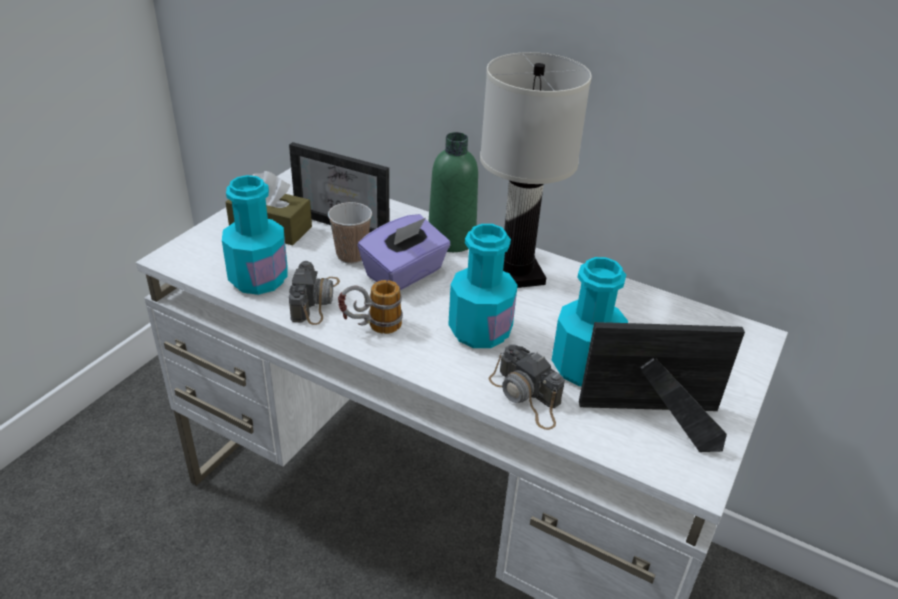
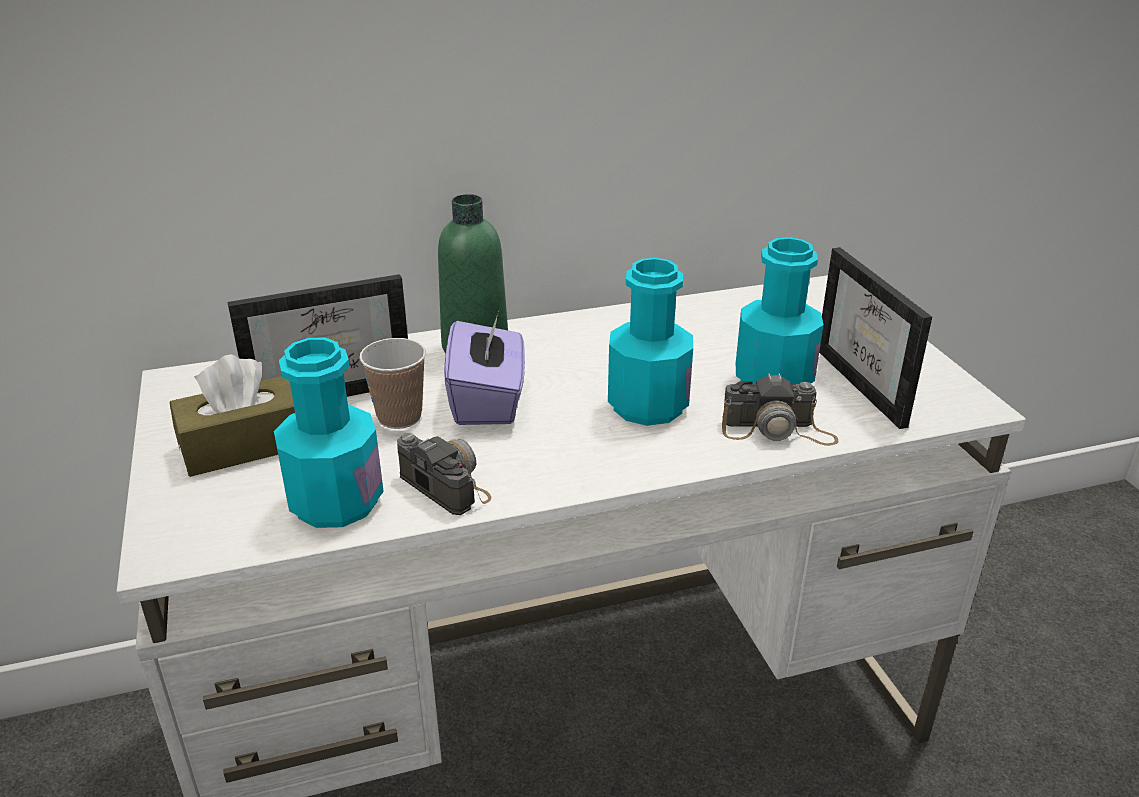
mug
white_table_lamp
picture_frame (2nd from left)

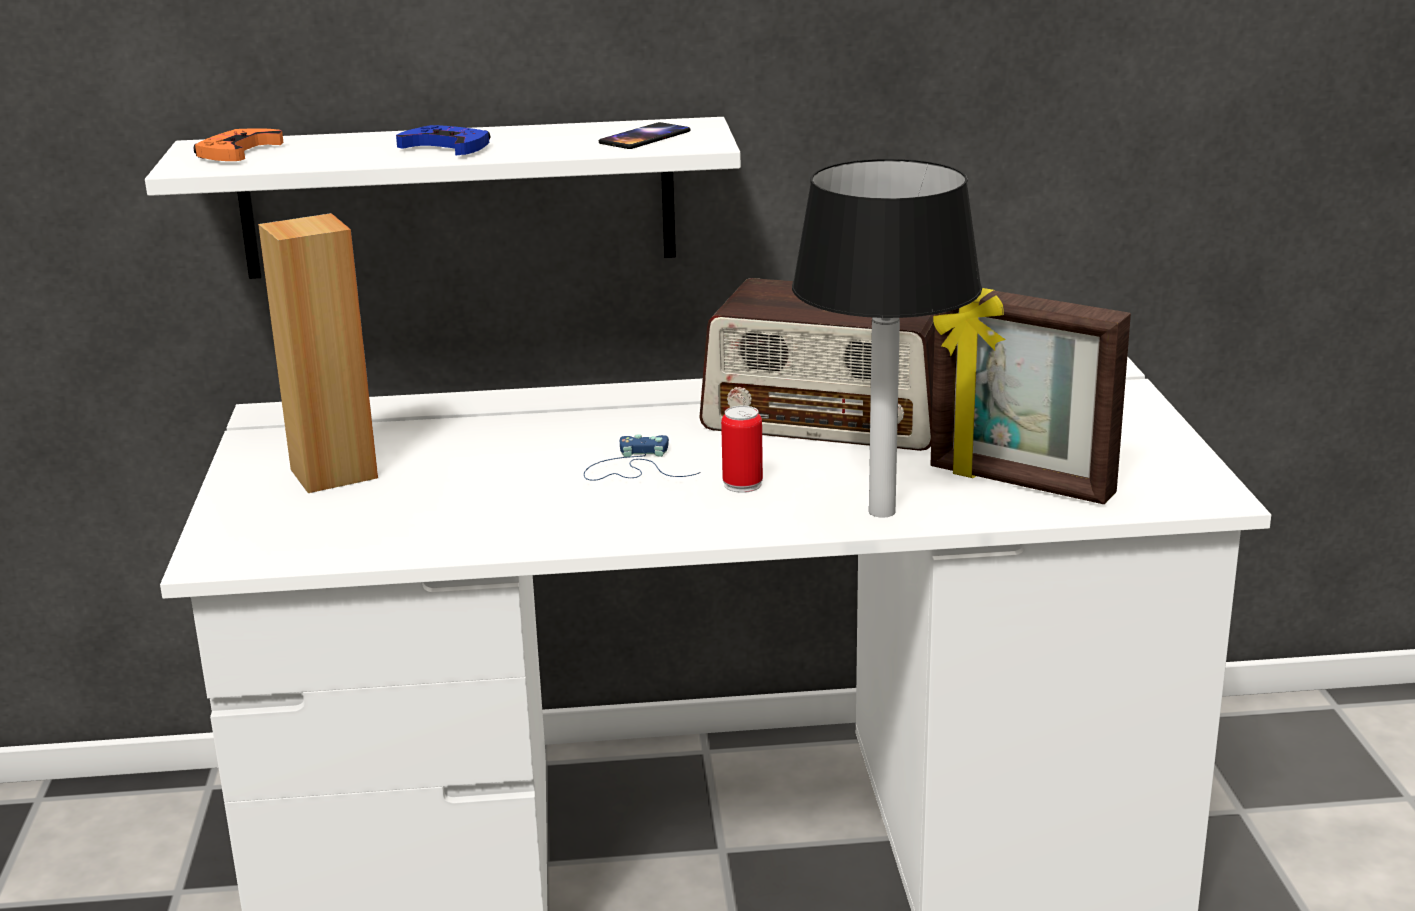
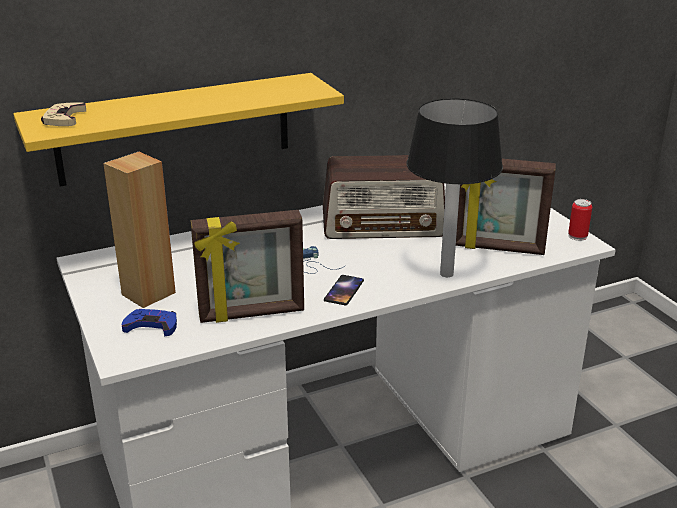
yellow_shelf
beige_game_controller
blue_game_controller (1st from left)
phone
can
picture_frame (1st from left)

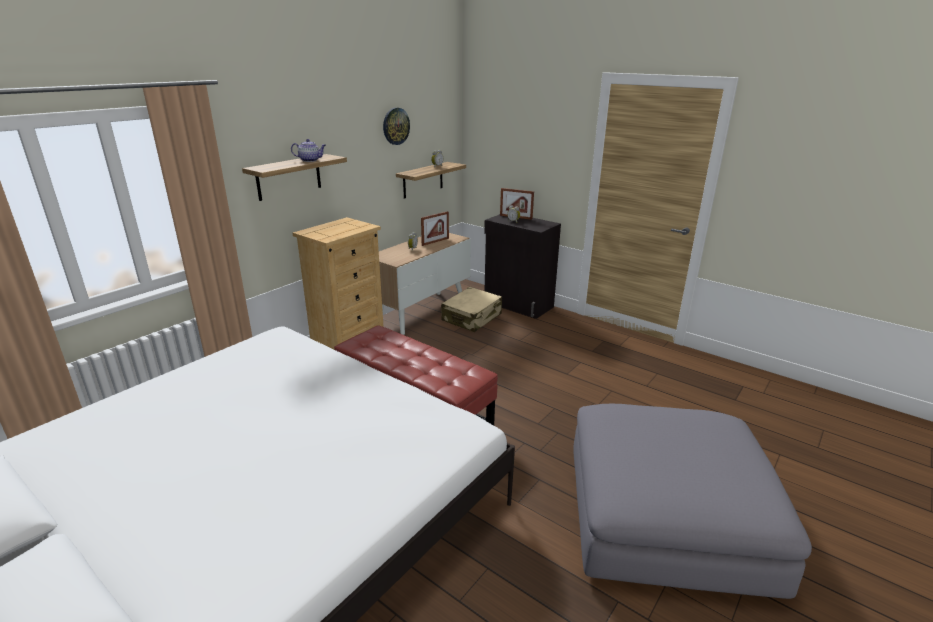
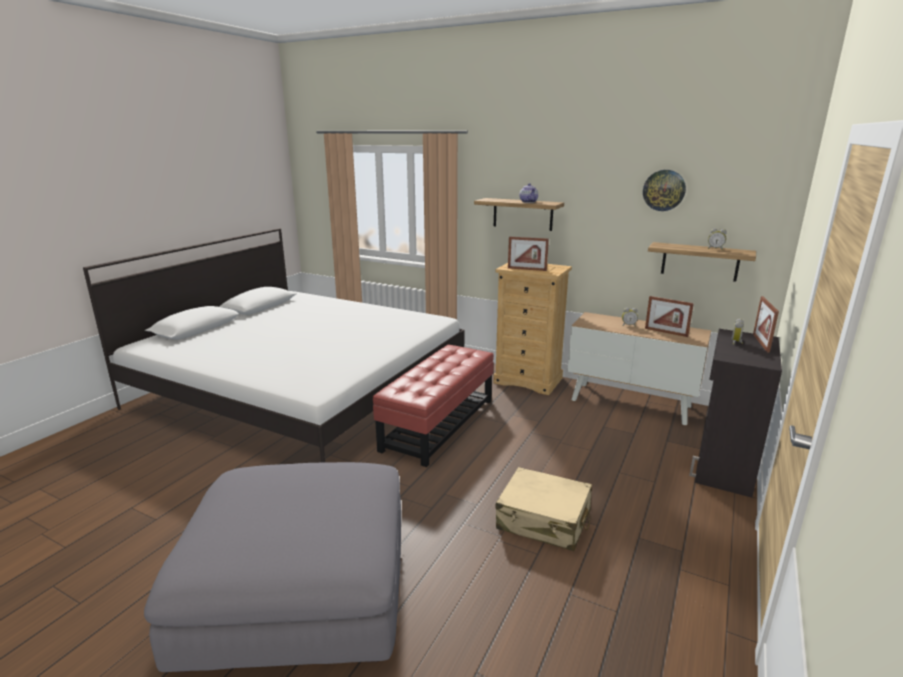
beige_suitcase
picture_frame (1st from left)

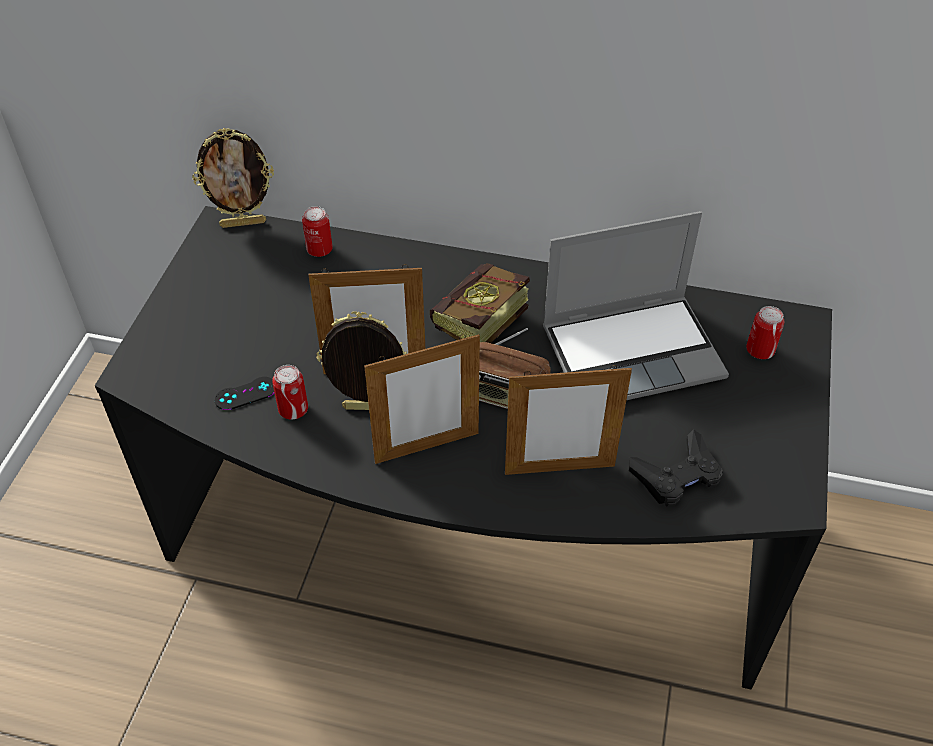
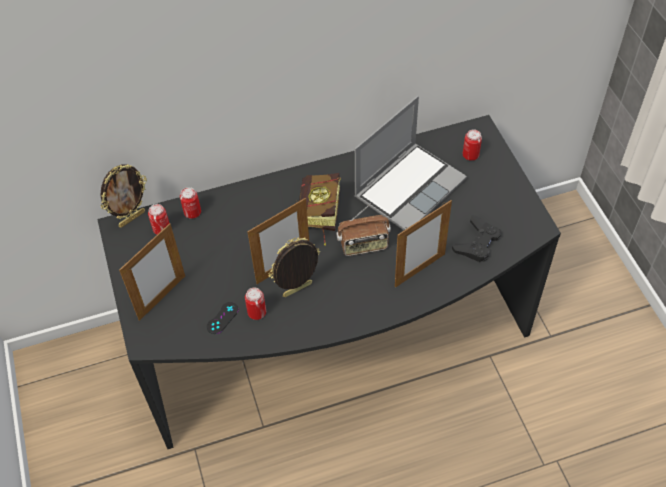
picture_frame (2nd from left)
can (1st from left)

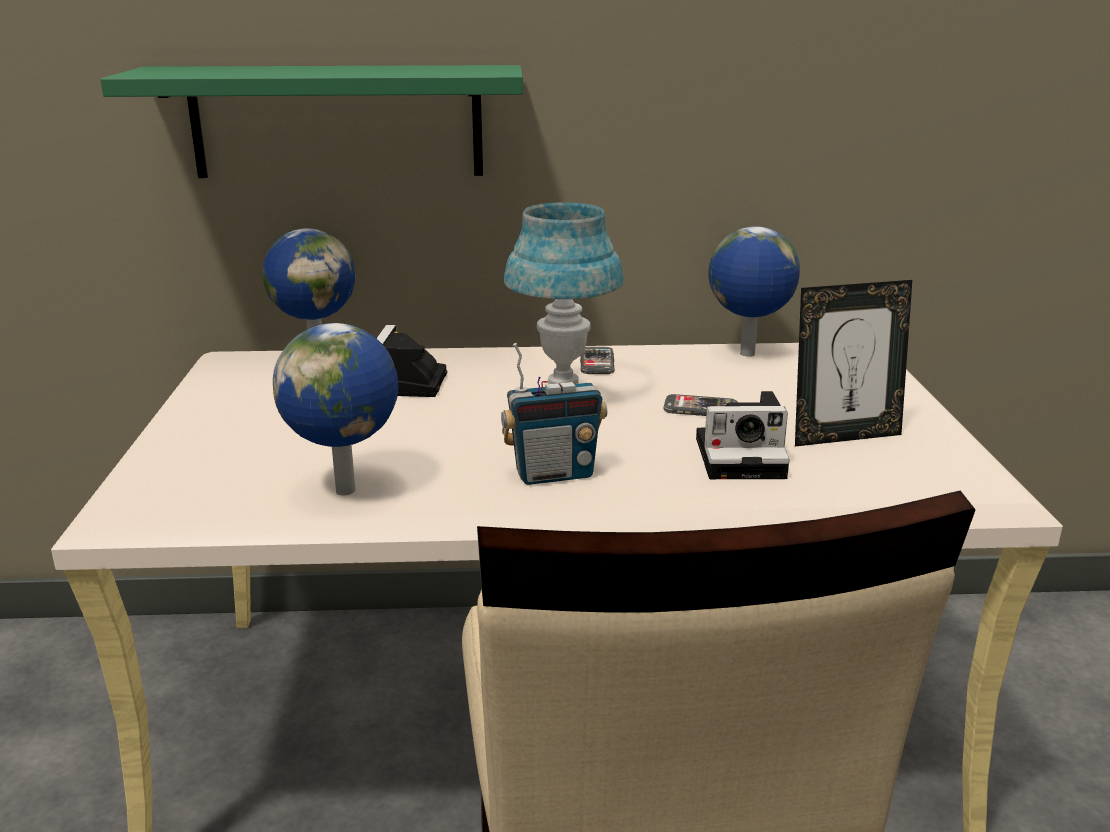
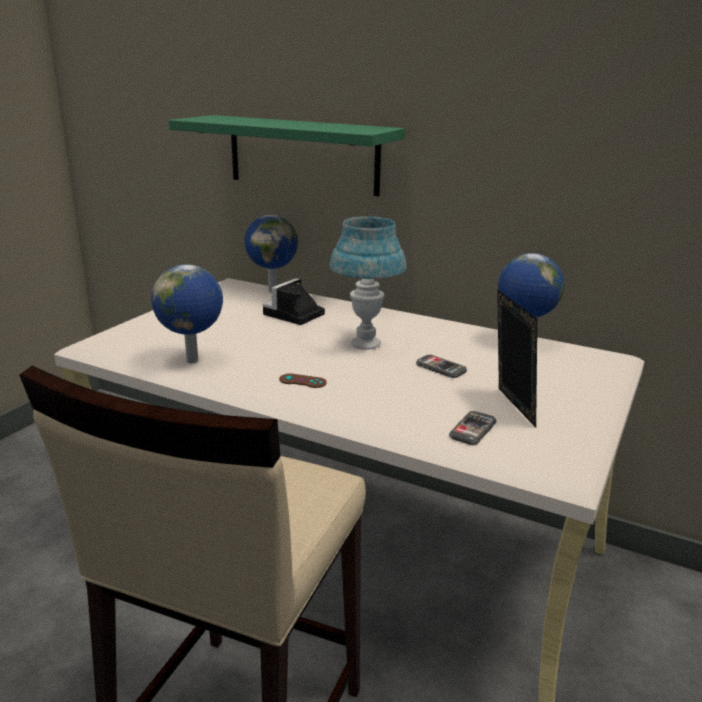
brown_game_controller
phone (2nd from left)
photo_camera (2nd from left in the first image)
picture_frame

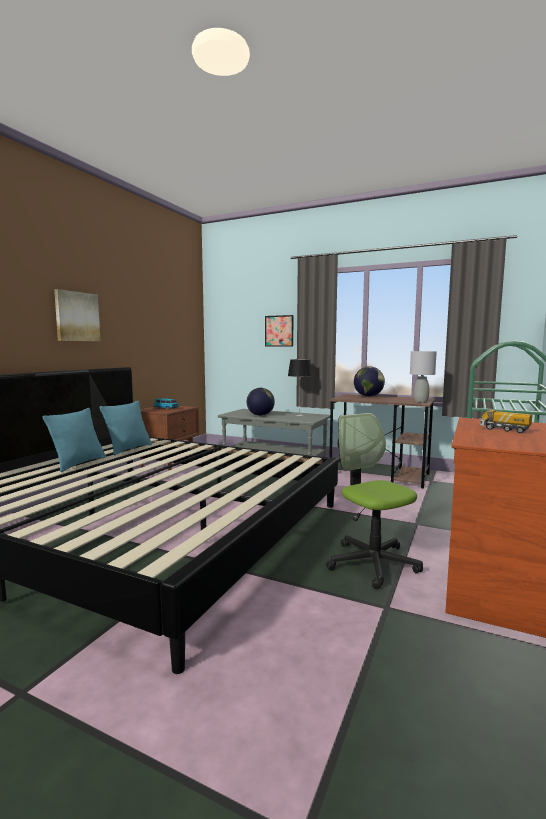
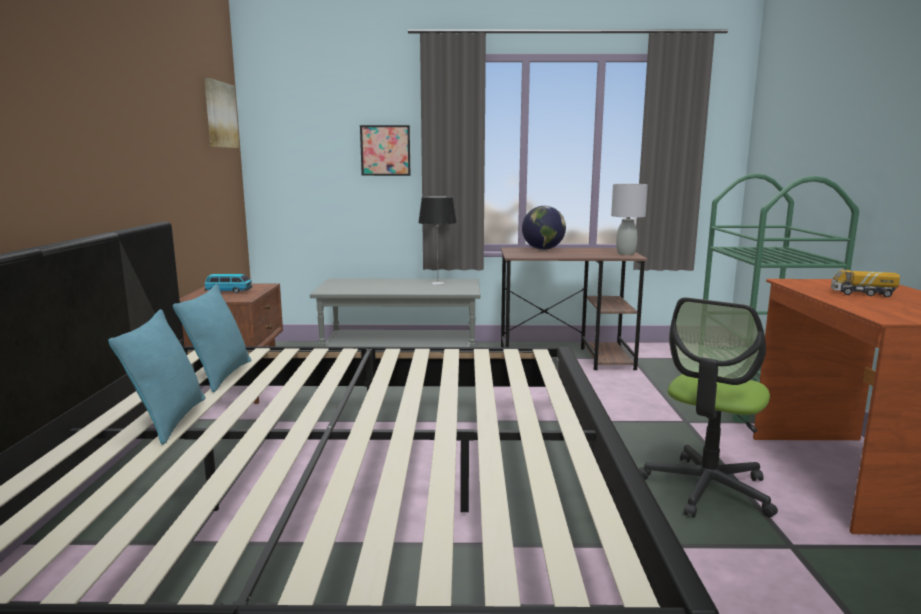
picture (1st from left)
globe (1st from left in the first image)
office_chair

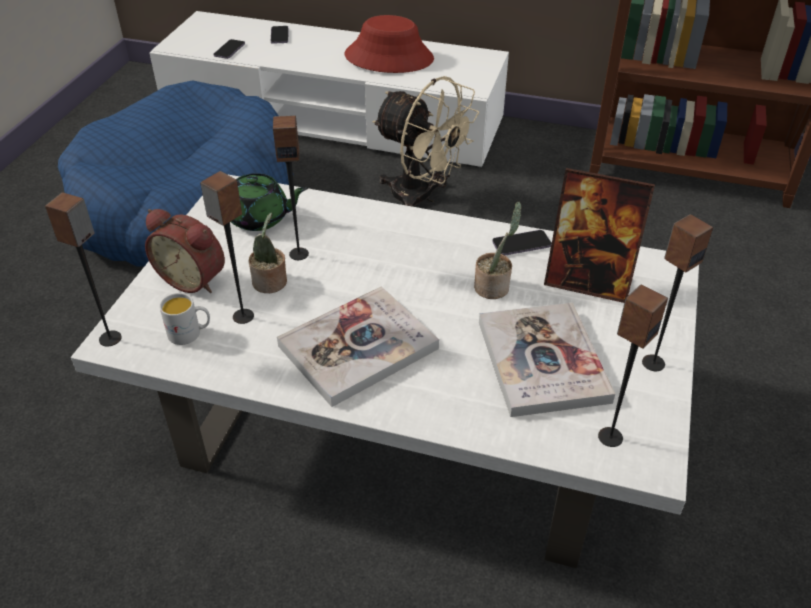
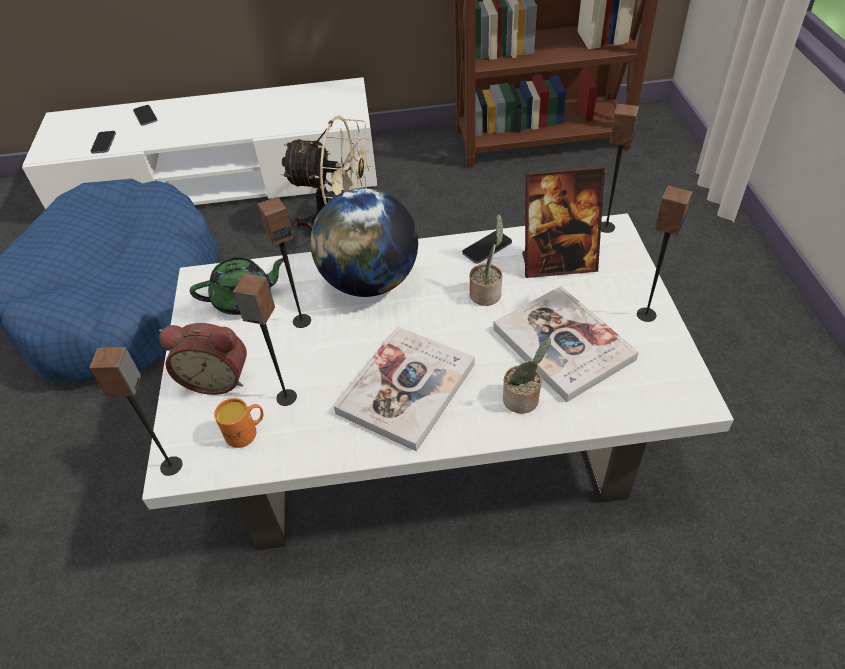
orange_mug
potted_plant (2nd from left)
red_hat
speaker (4th from left)
globe

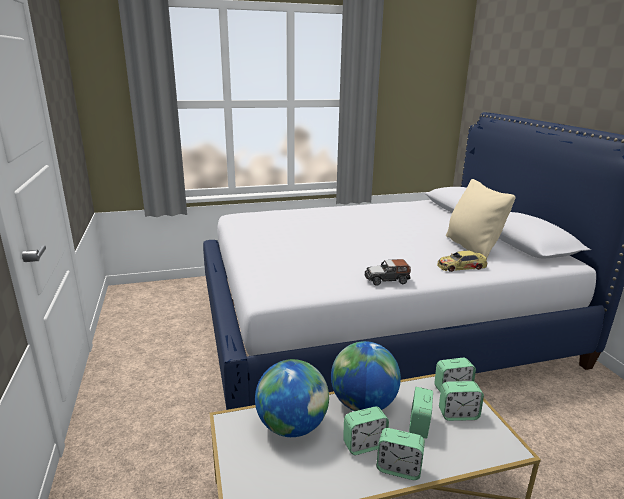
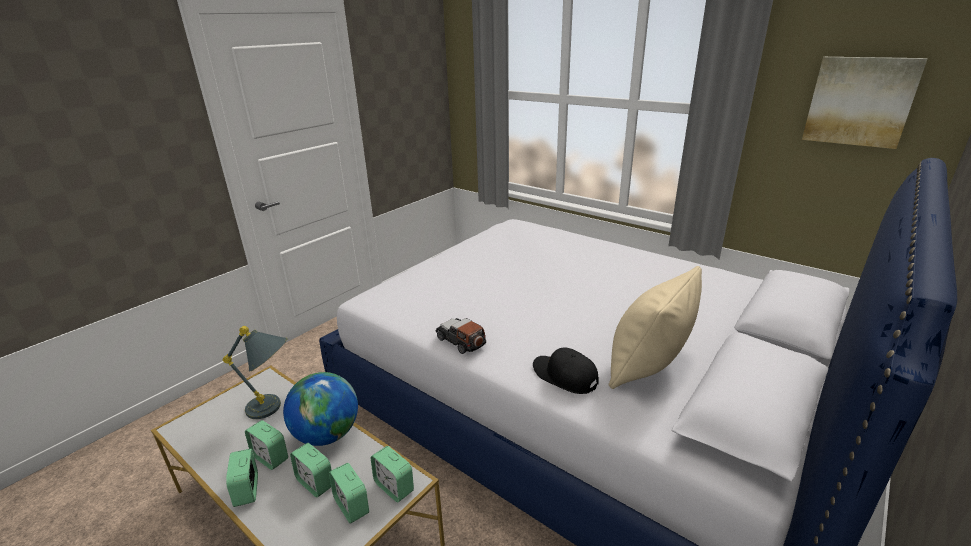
grey_table_lamp
alarm_clock (3rd from left)
black_cap
picture

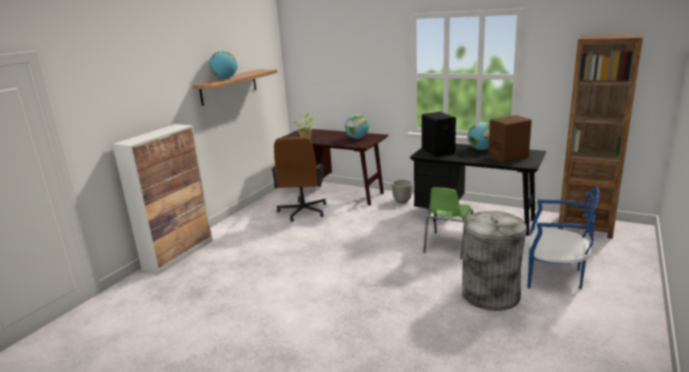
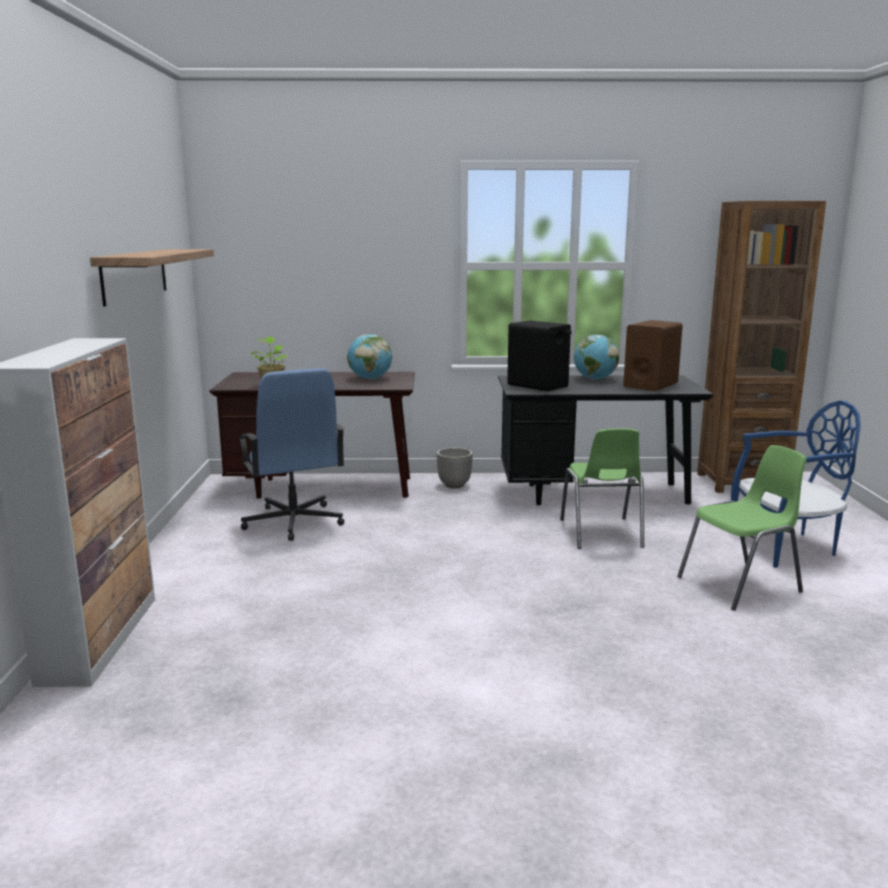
globe (1st from left in the first image)
blue_office_chair
green_chair (2nd from left)

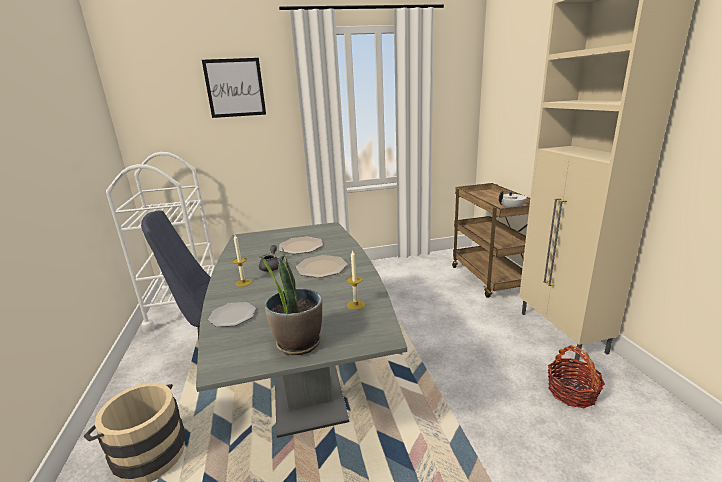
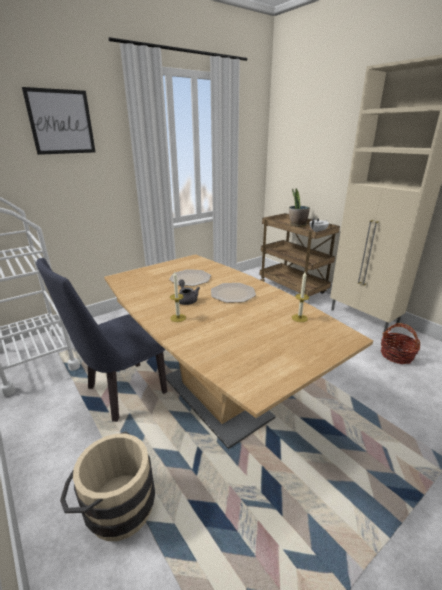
brown_dining_table
plate (1st from left in the first image)
potted_plant

